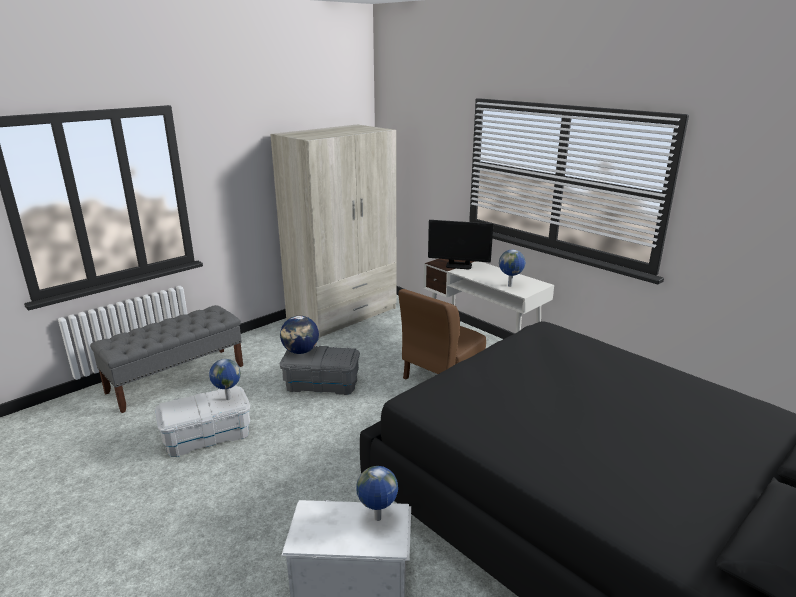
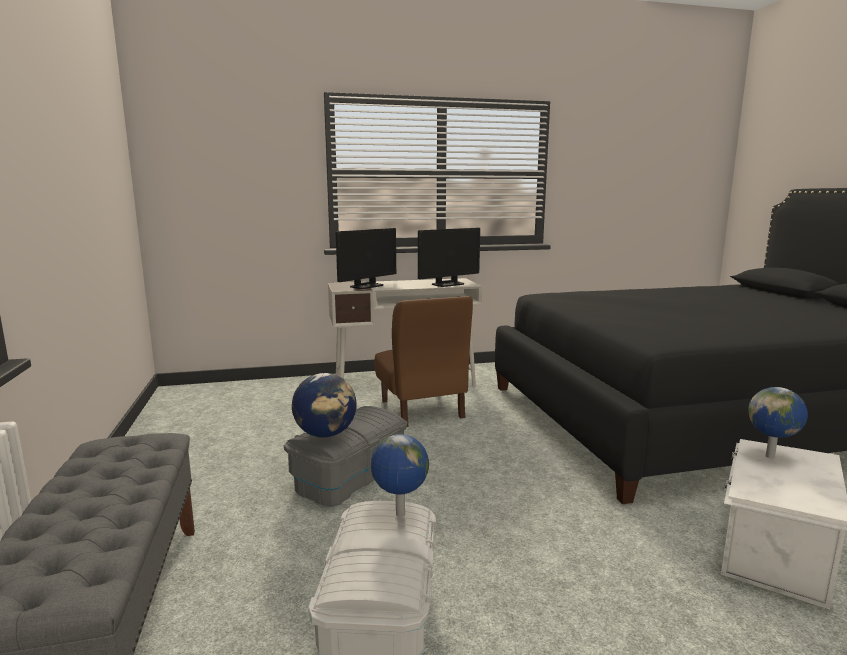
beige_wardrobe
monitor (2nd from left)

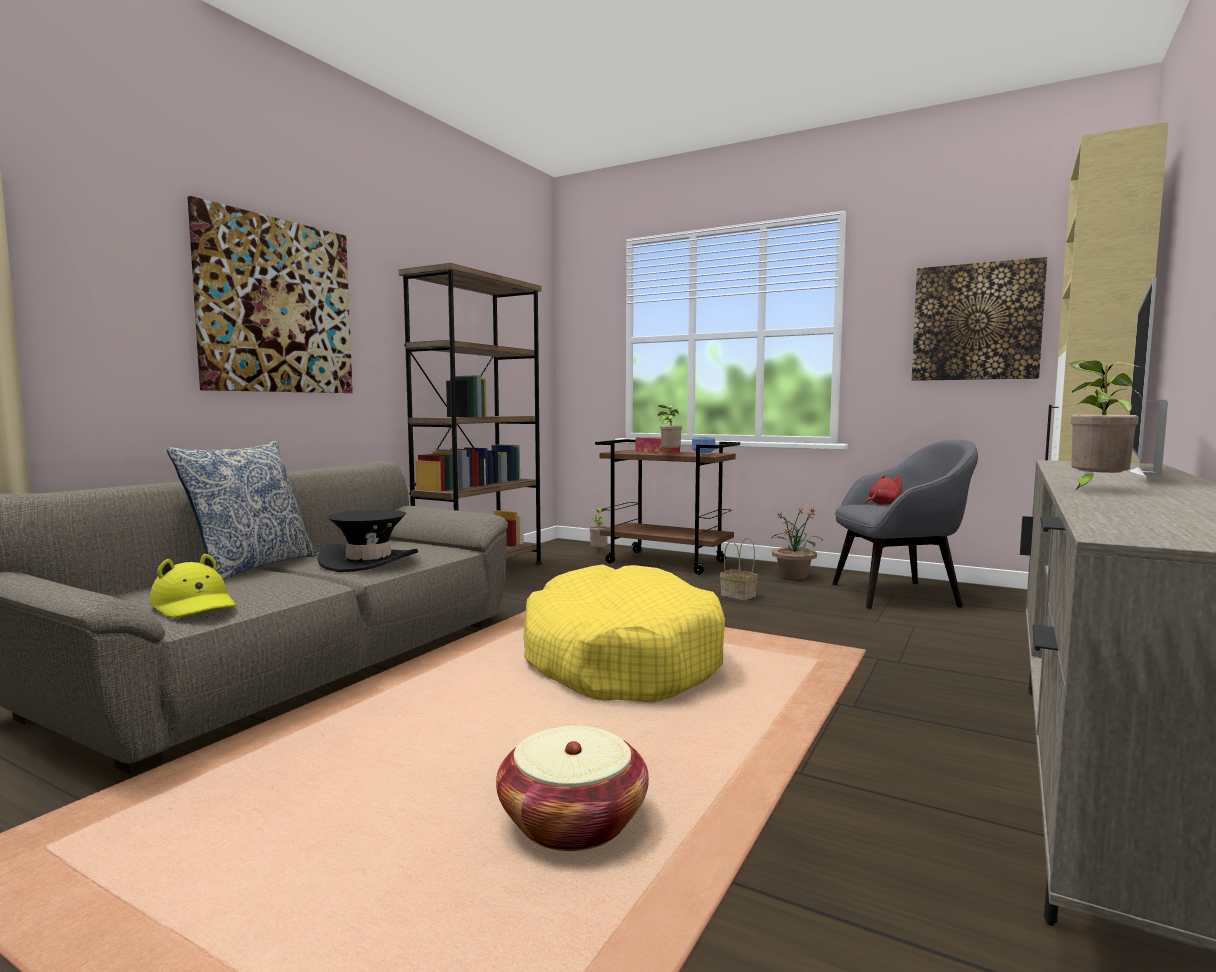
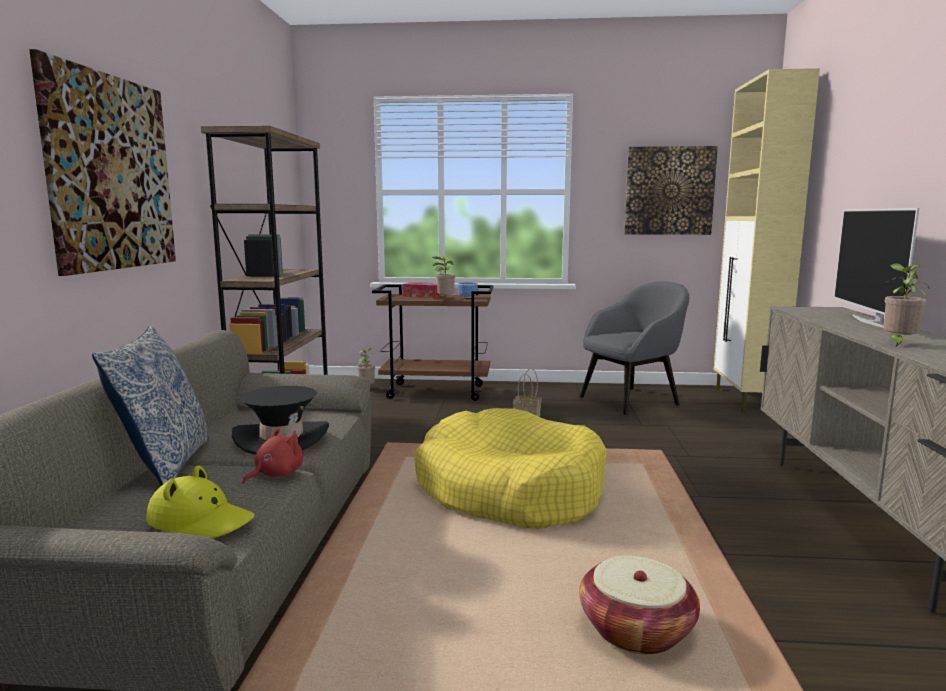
potted_plant (3rd from left in the first image)
red_plush_toy

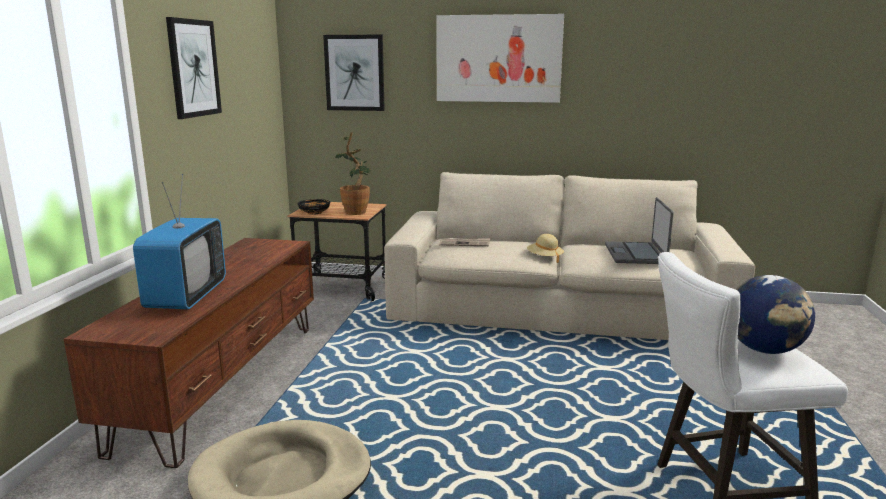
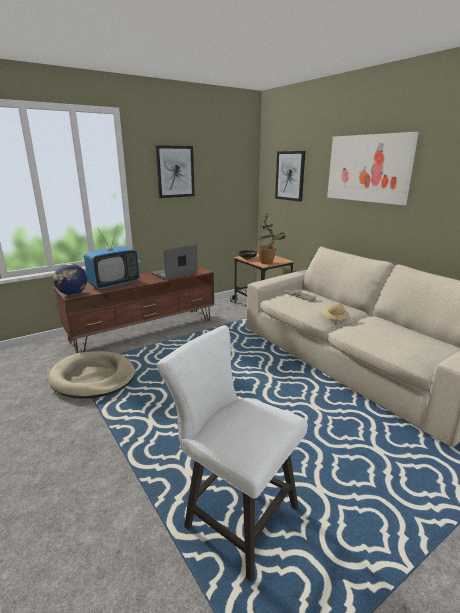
laptop
globe

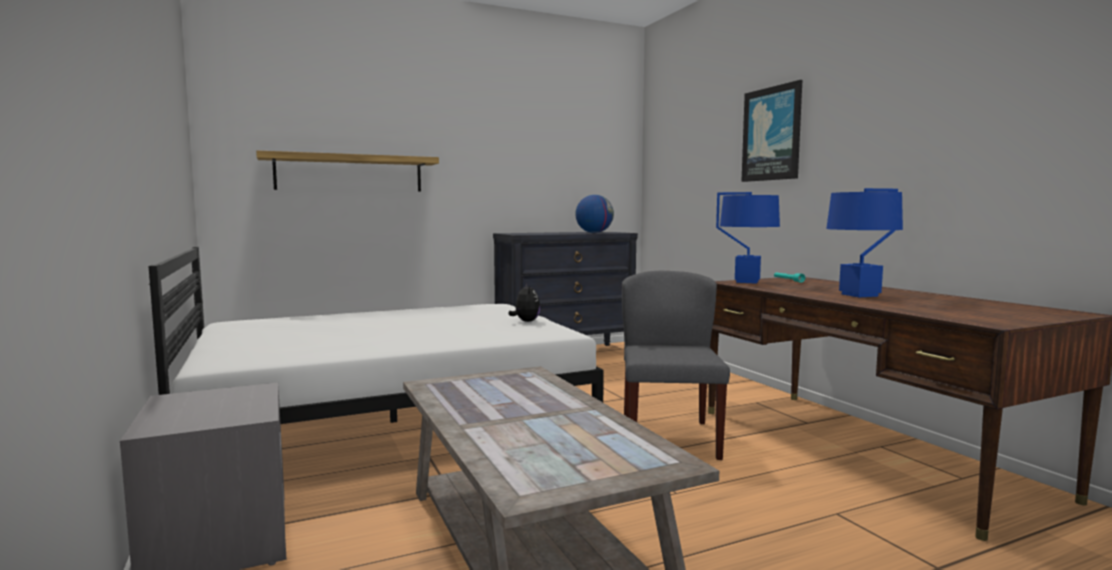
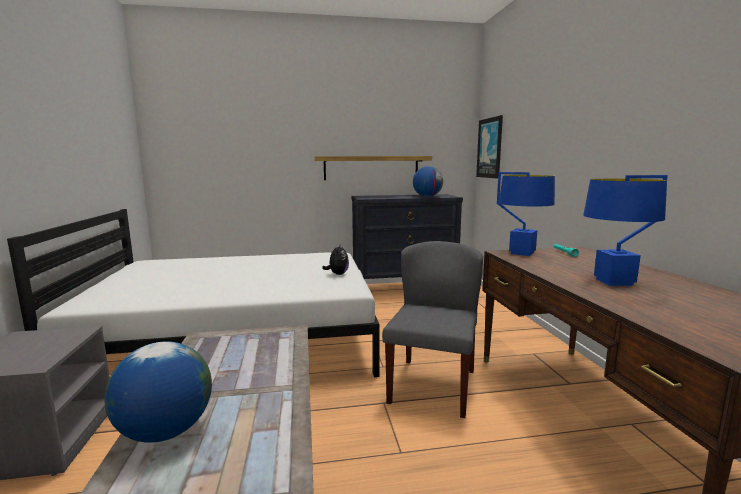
shelf
picture
globe (1st from left)

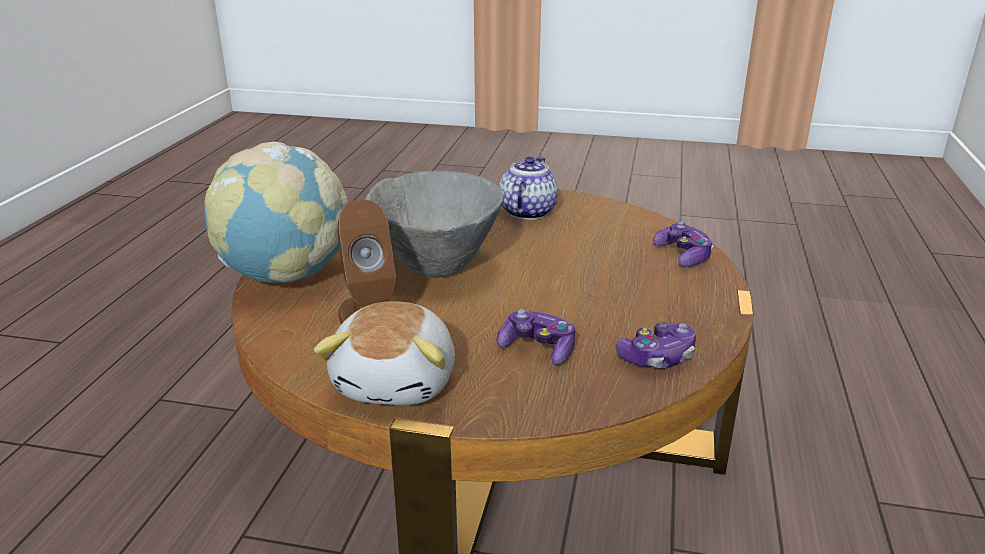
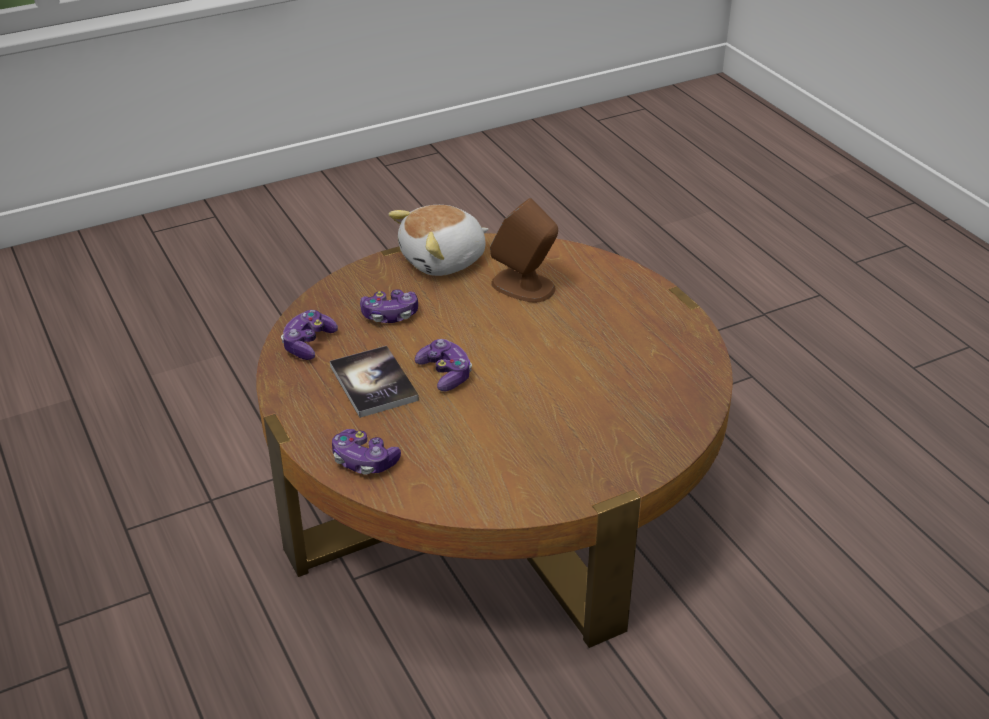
globe
plush_toy
grey_bowl
teapot
book
game_controller (4th from left)

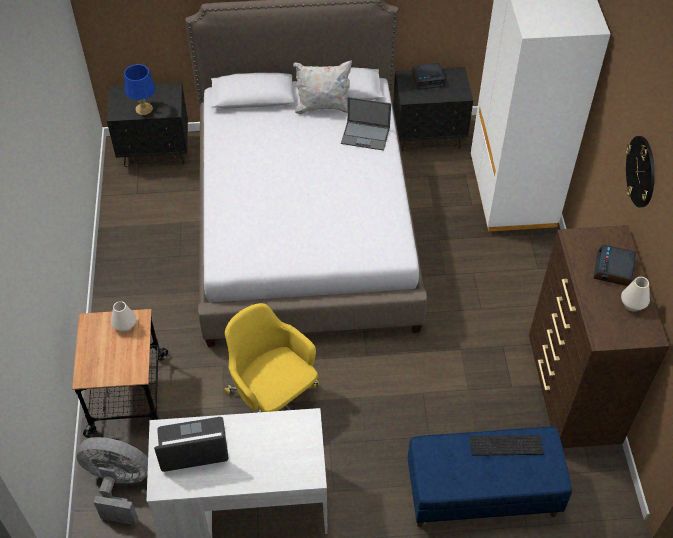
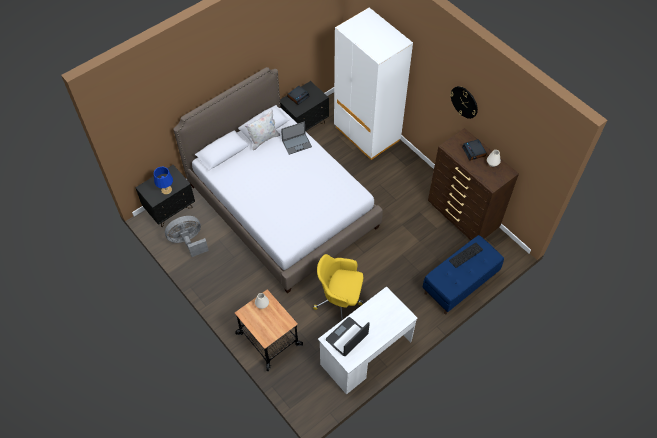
grey_fan

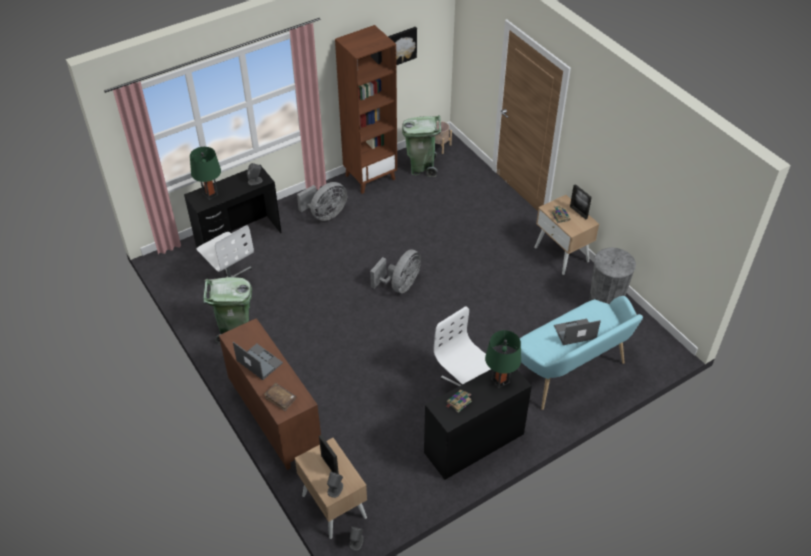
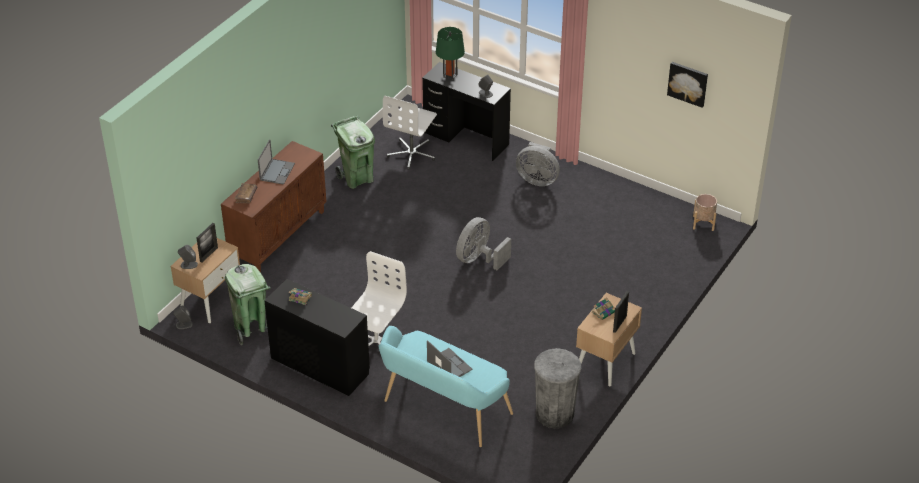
brown_bookcase
grey_fan (1st from left)
green_trash_can (1st from left)
green_table_lamp (2nd from left in the first image)

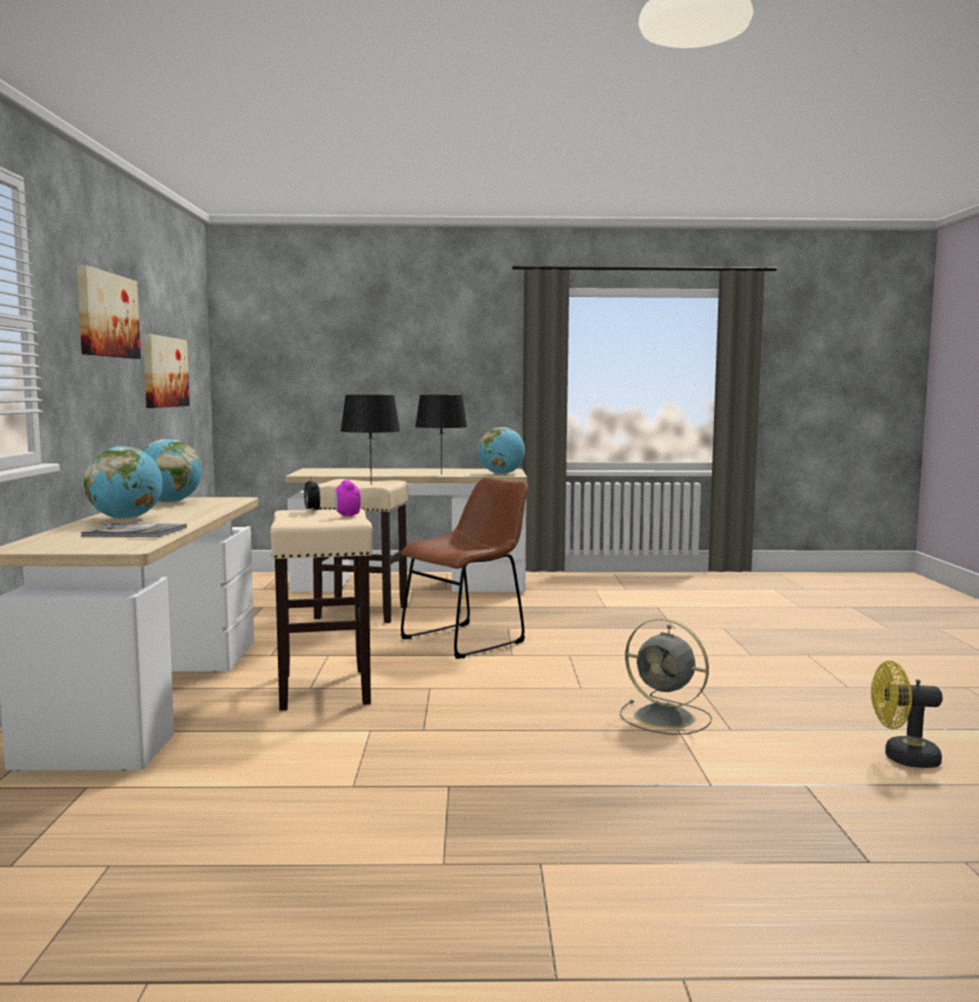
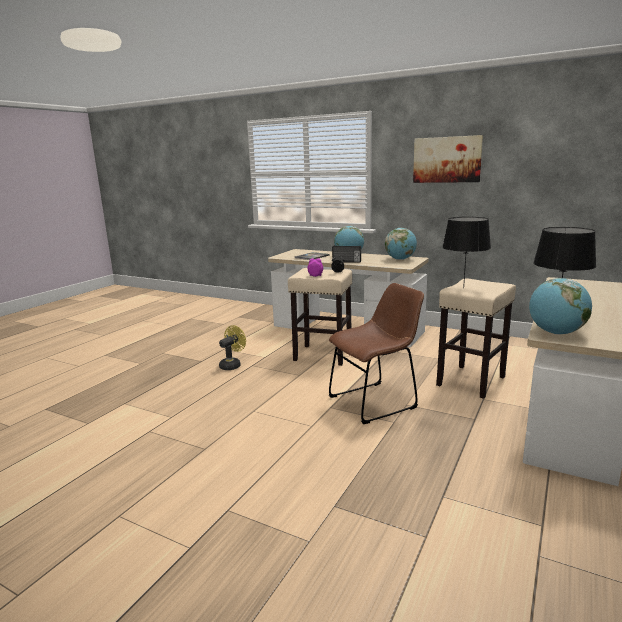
picture (2nd from left in the first image)
brown_chair
grey_fan
yellow_fan
radio

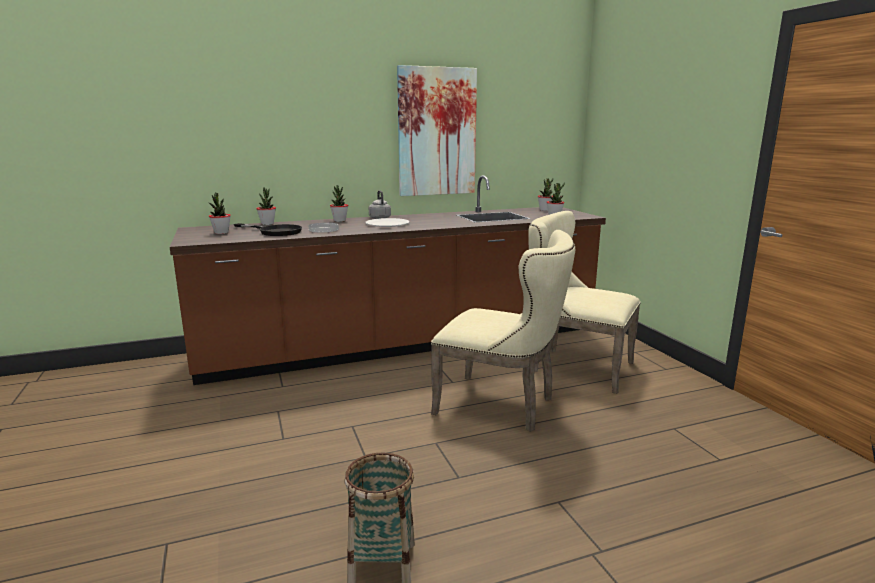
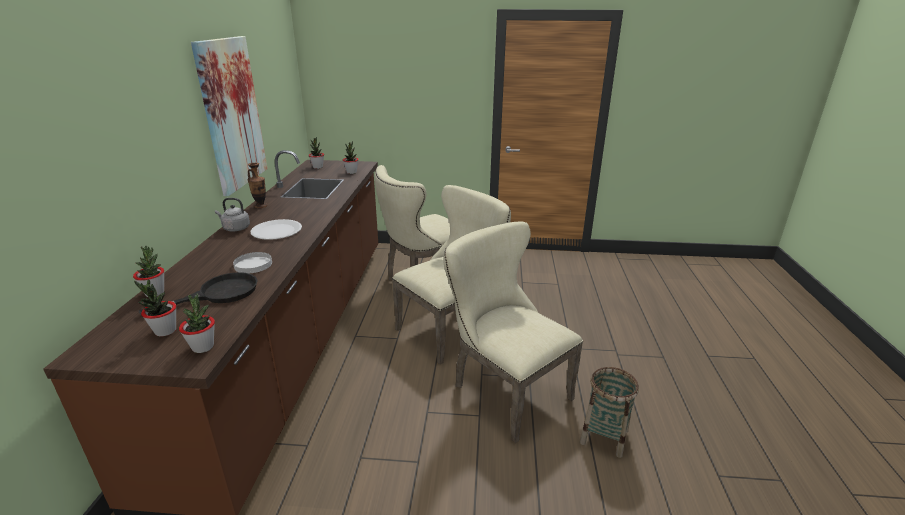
potted_plant (3rd from left)
vase
beige_chair (3rd from left)

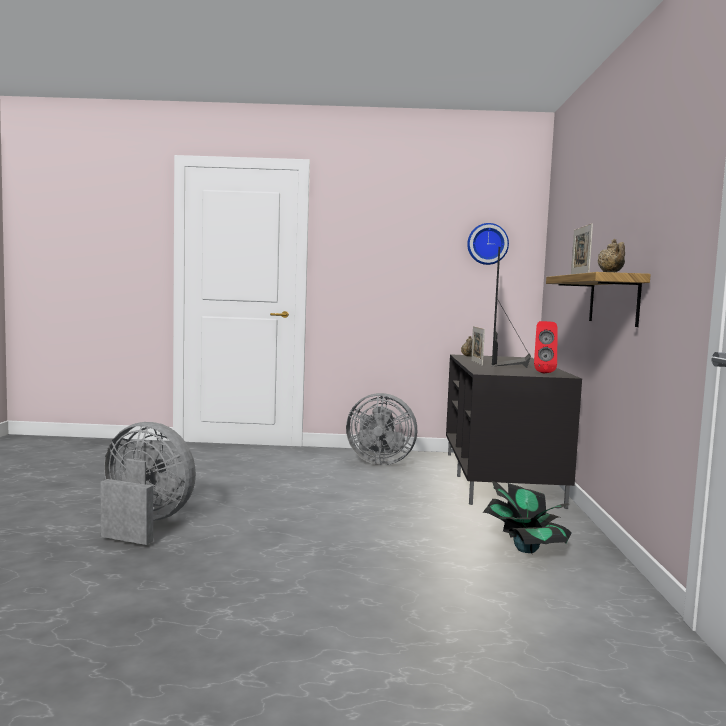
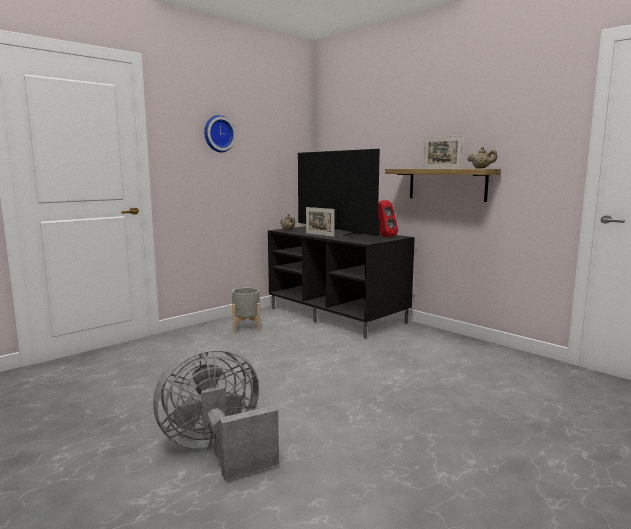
grey_planter
wall_clock
potted_plant

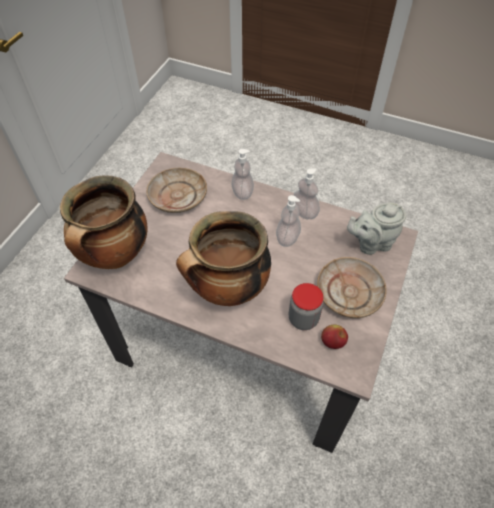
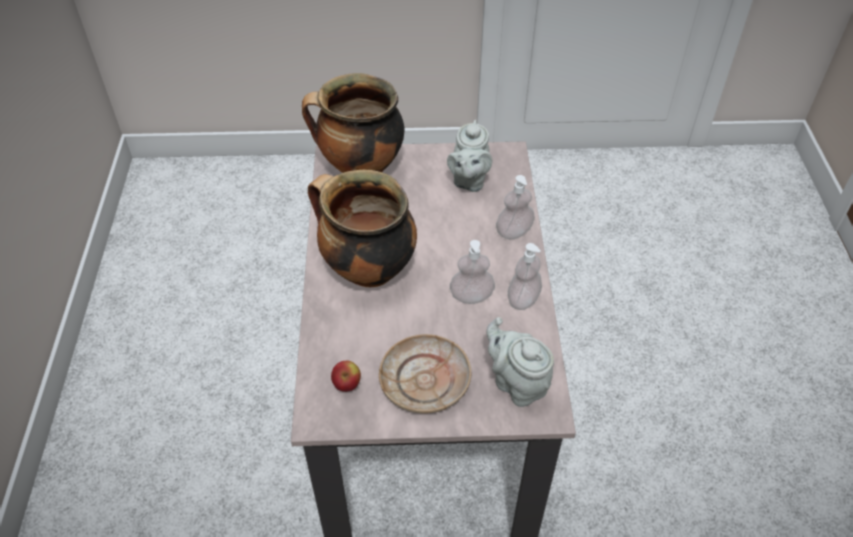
grey_teapot (1st from left)
jar

